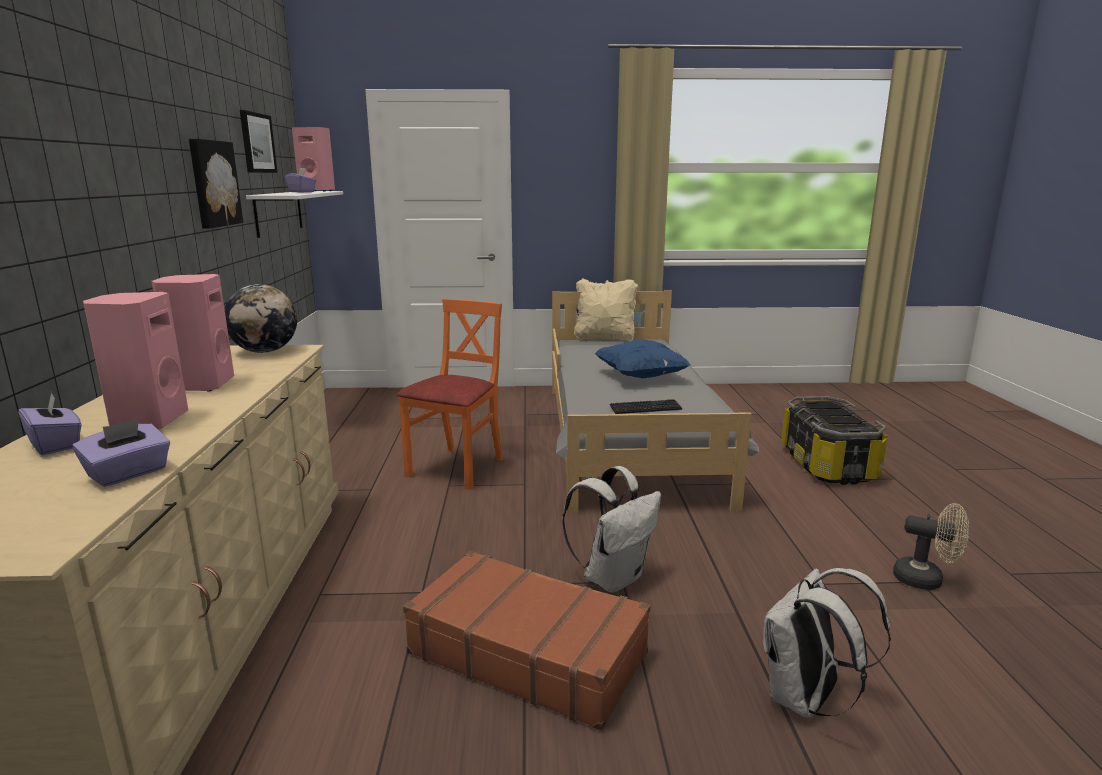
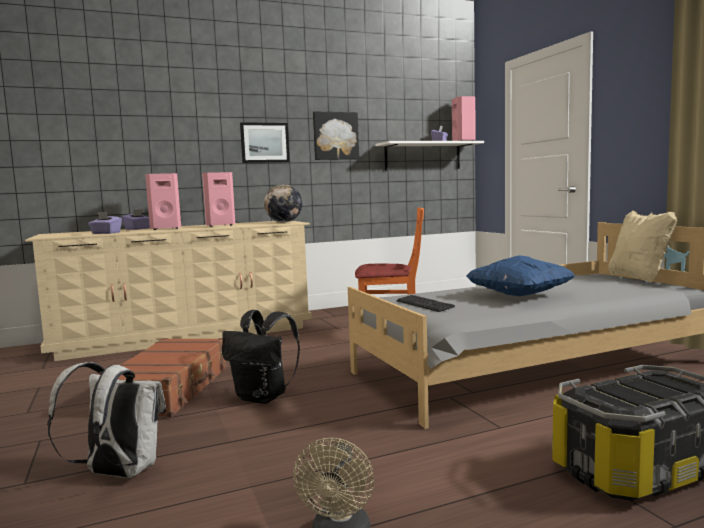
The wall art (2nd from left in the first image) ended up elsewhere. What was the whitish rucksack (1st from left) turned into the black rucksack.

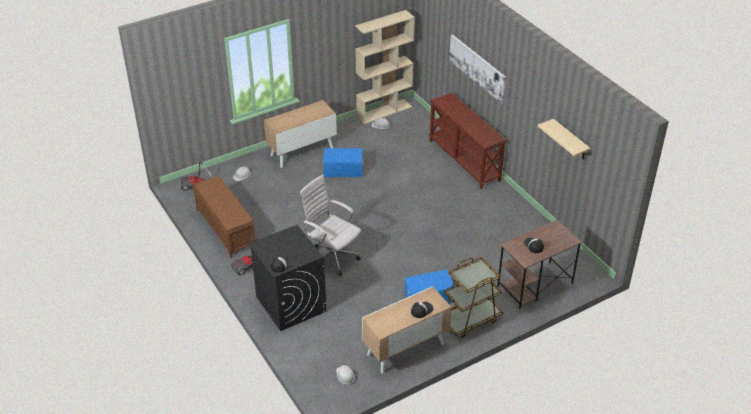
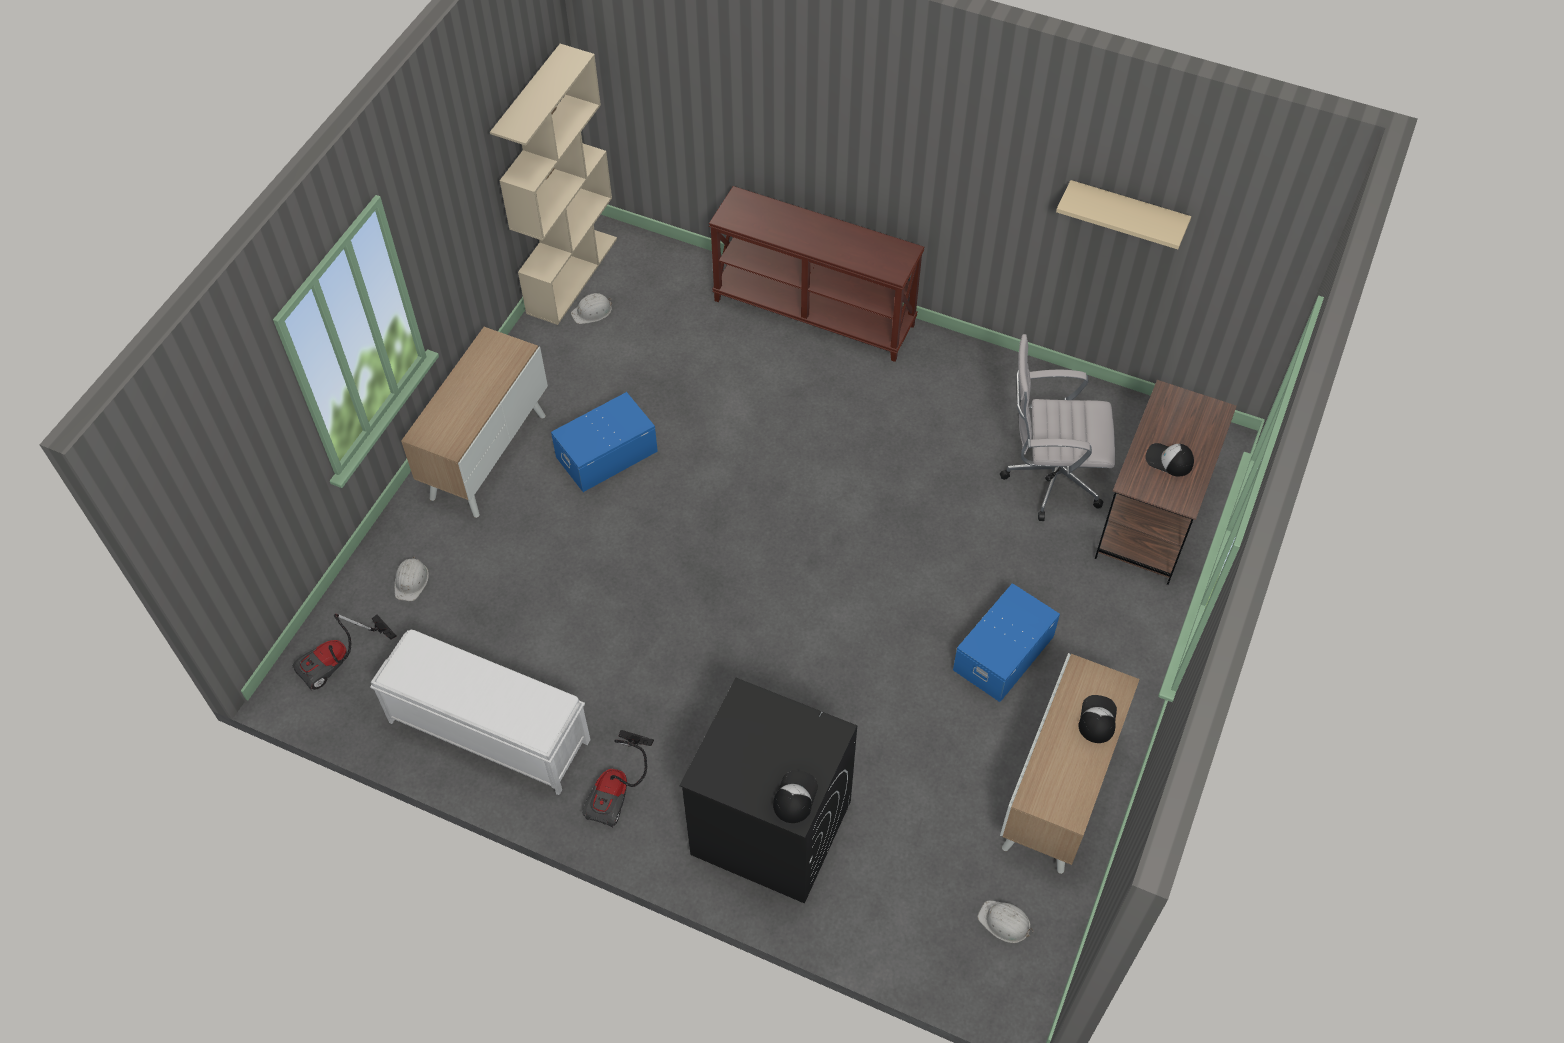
The second view lost the wall art. The whitish desk chair ended up elsewhere. What was the brownish indoor bench turned into the whitish indoor bench. The second view lost the brownish wheeled cart.

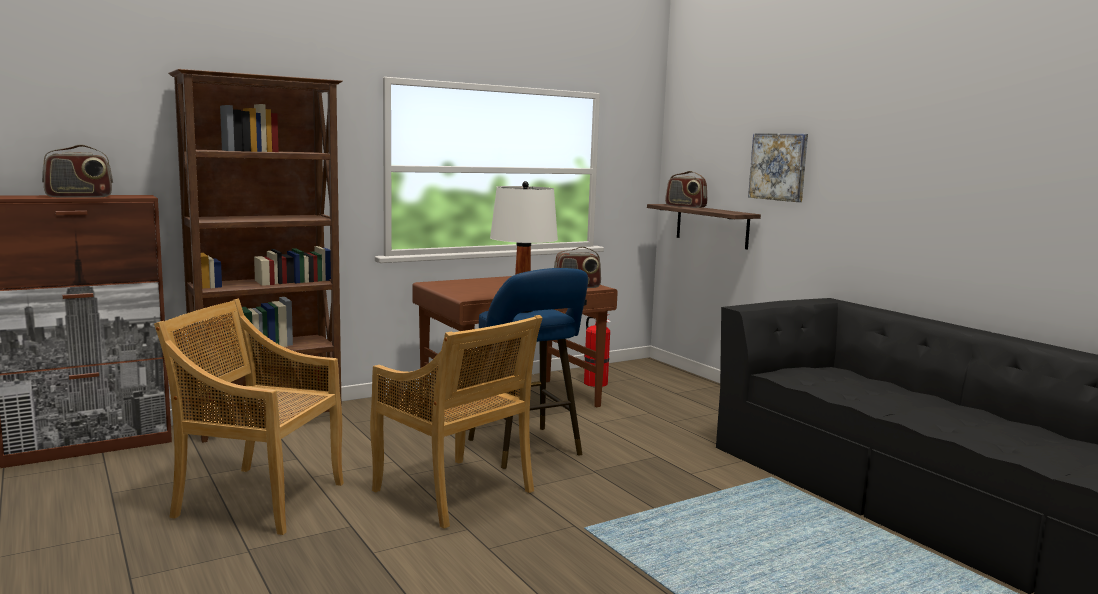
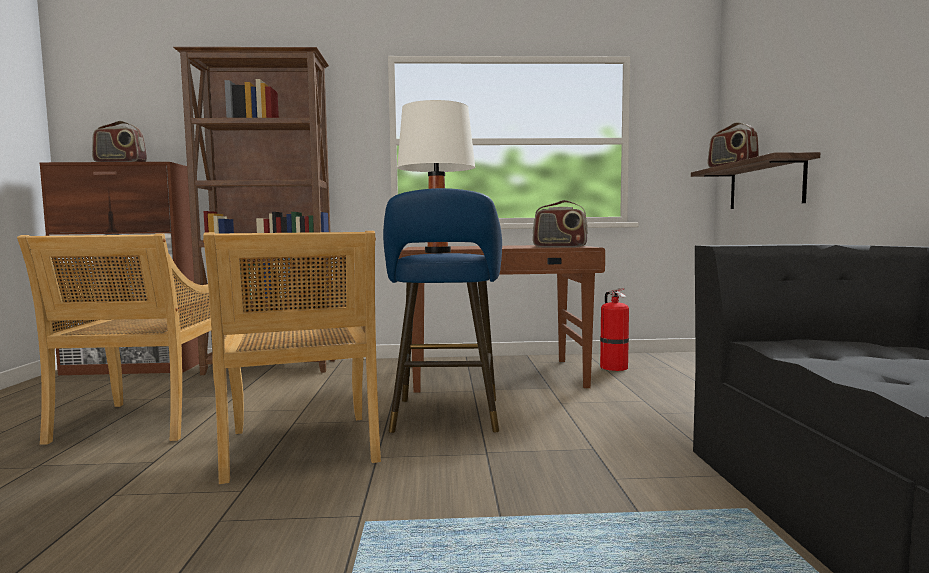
The second view lost the wall art. The beige chair (1st from left) ended up facing another way, 135 degrees counterclockwise from before.

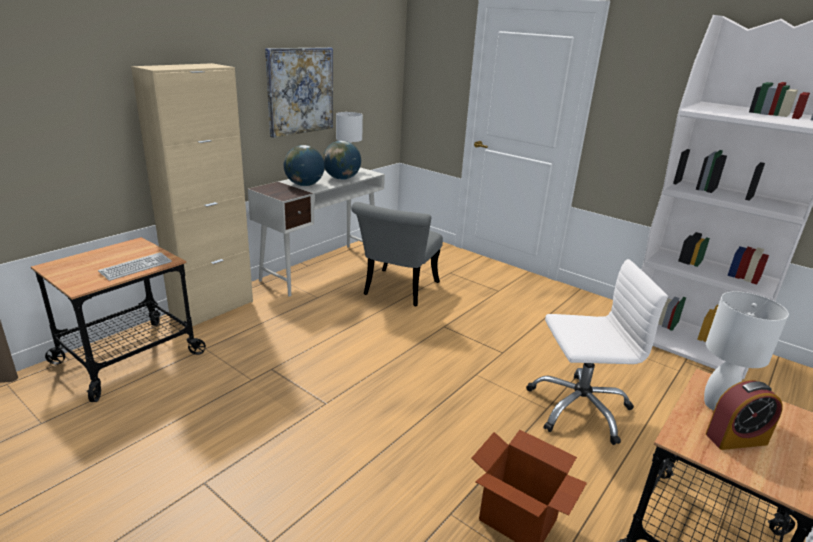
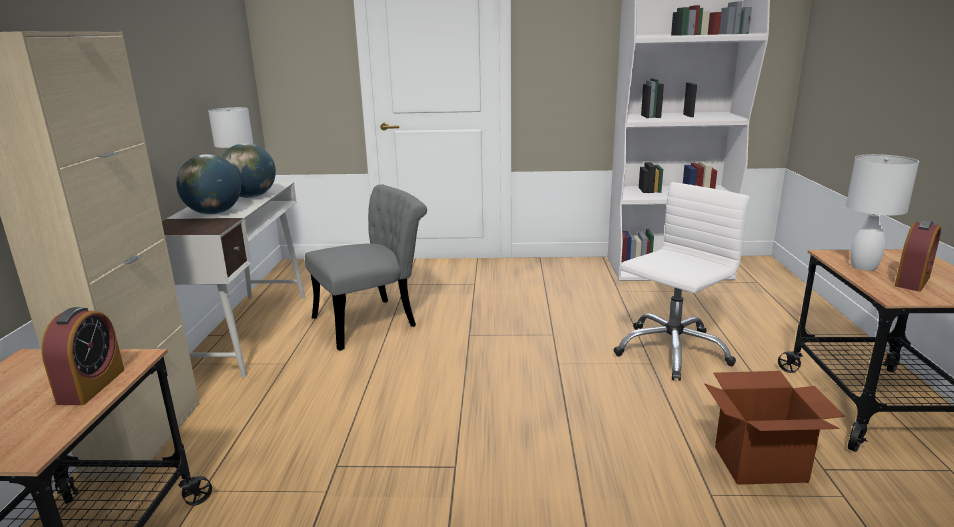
The second view lost the wall art. The greyish chair ended up facing another way, 105 degrees counterclockwise from before. Where the PC keyboard stood, the table clock (1st from left) came to stand.

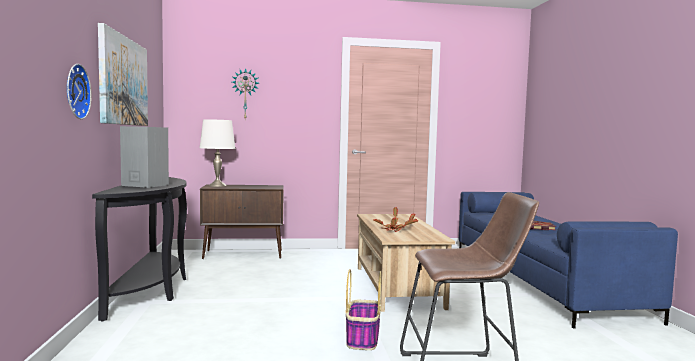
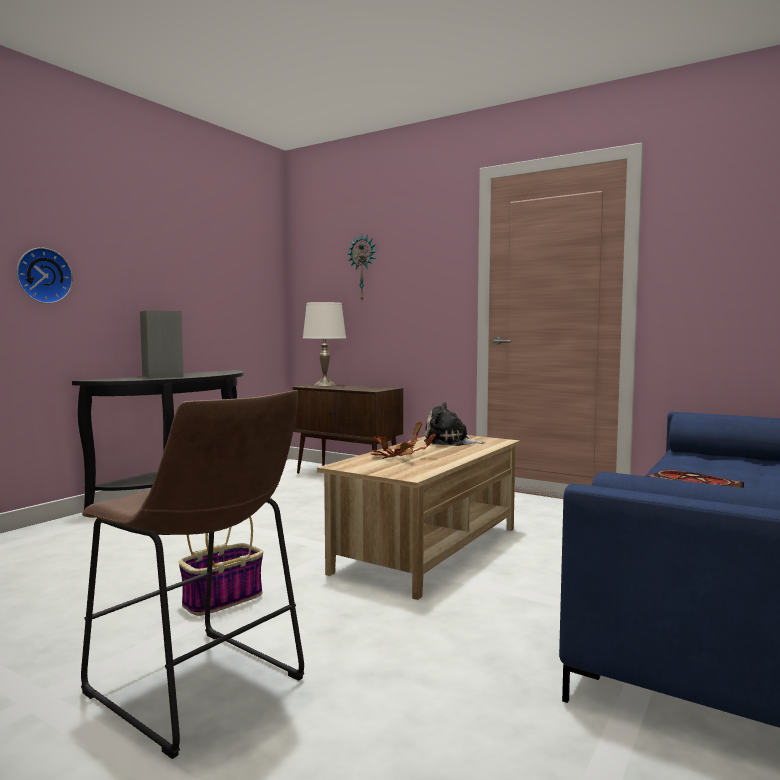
The second view lost the wall art. The second view gained the plush toy.

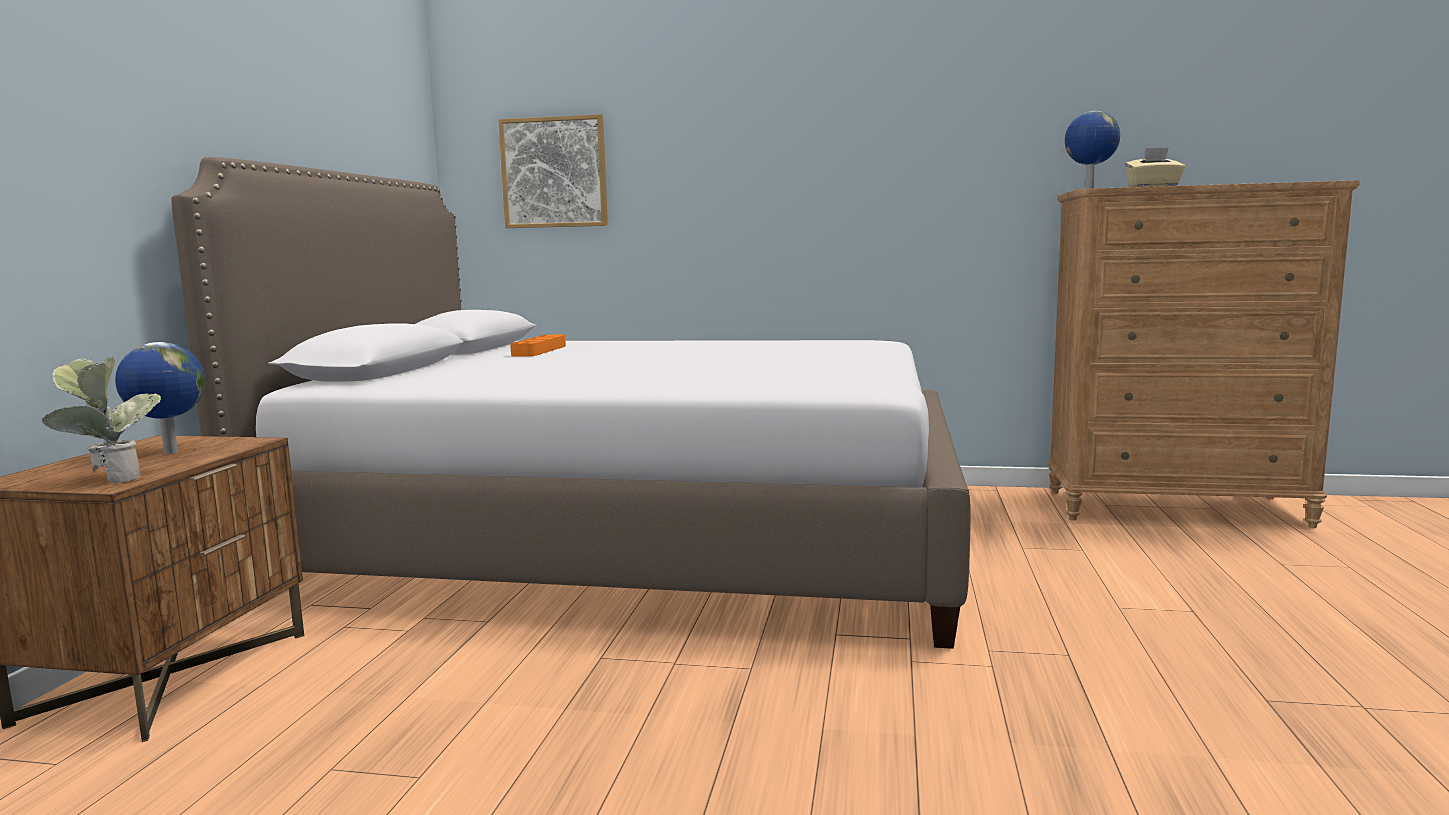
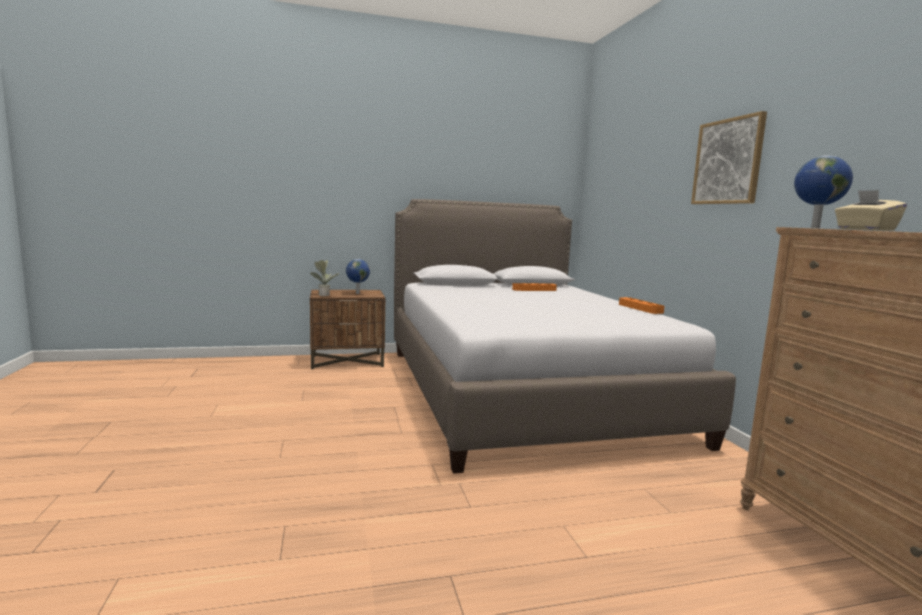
The wall art ended up elsewhere. The second view gained the orangey carrying tray (2nd from left).

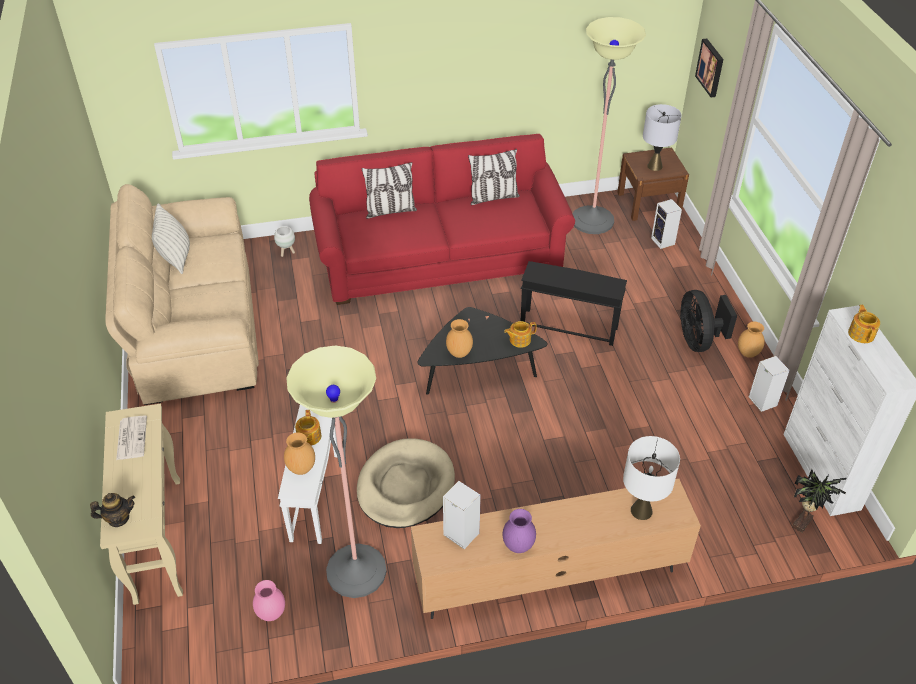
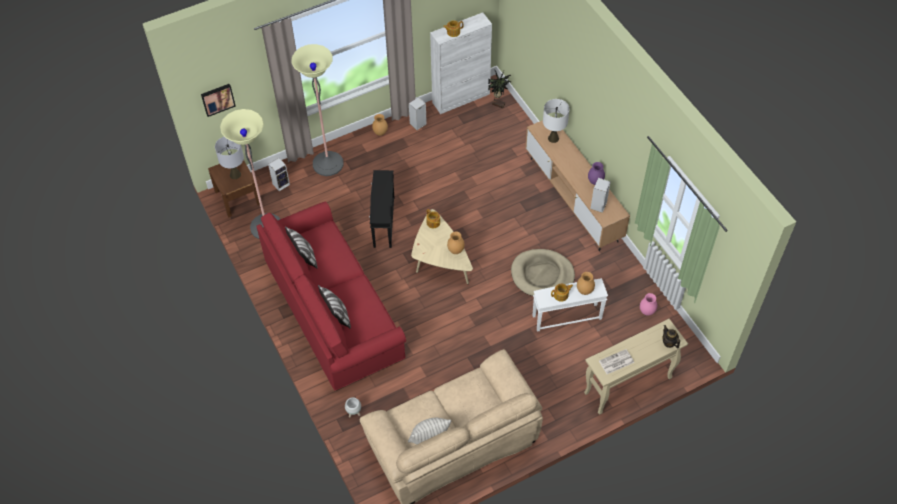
The second view lost the black fan. What was the black coffee table turned into the beige coffee table. The floor lamp (1st from left in the first image) ended up elsewhere.

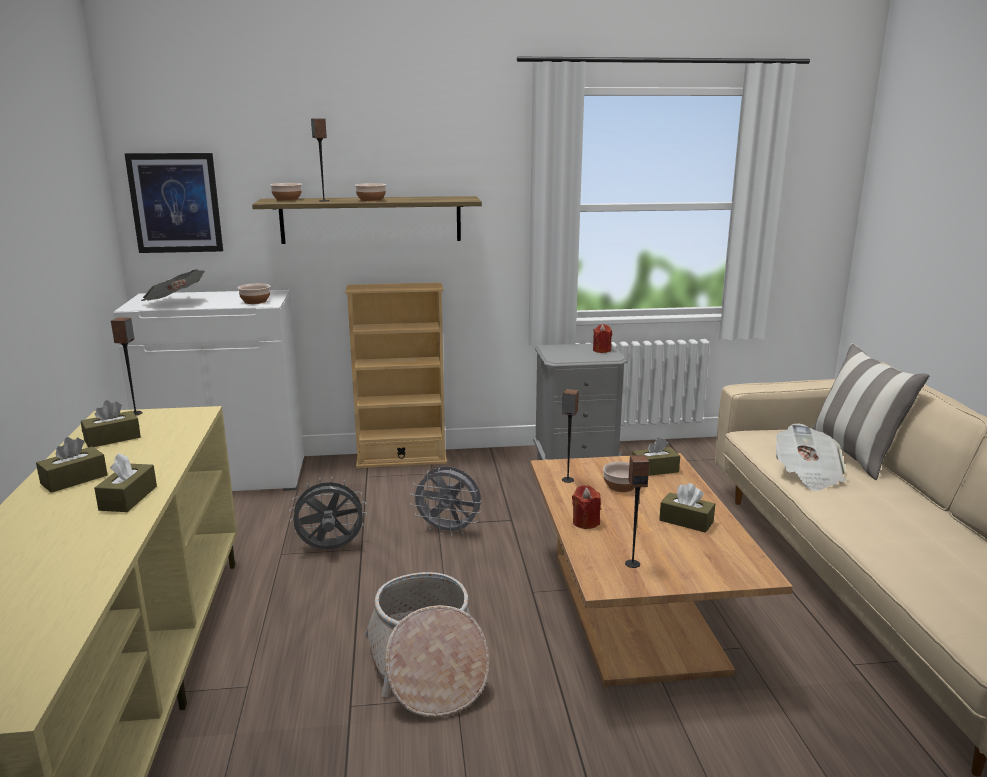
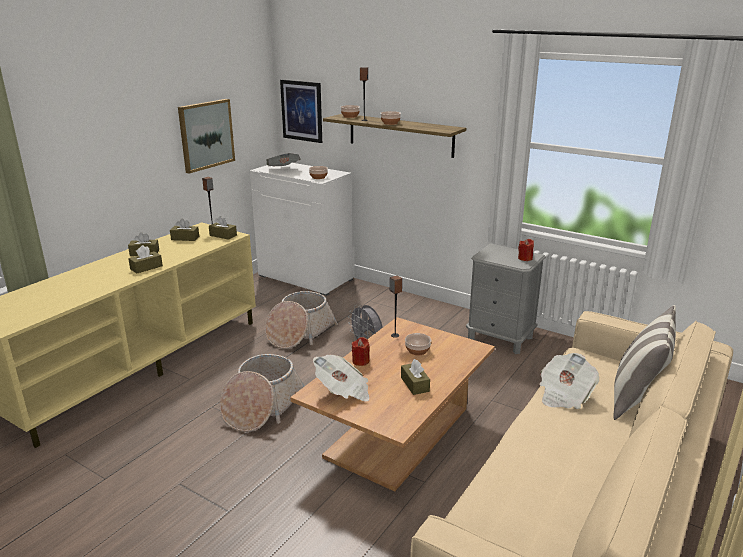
The second view lost the beige bookcase. The brownish tissue box (4th from left) ended up elsewhere. Where the speaker (4th from left) stood, the printed paper (2nd from left) came to stand. Where the greyish fan (1st from left) stood, the storage basket (2nd from left) came to stand. The second view gained the wall art (1st from left).

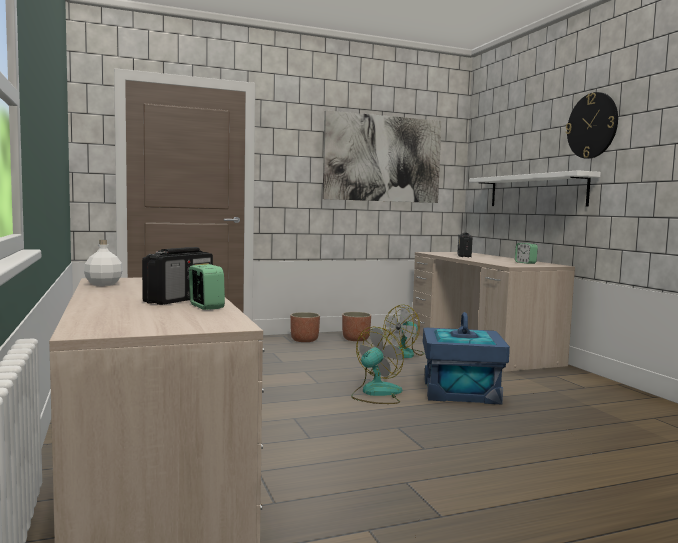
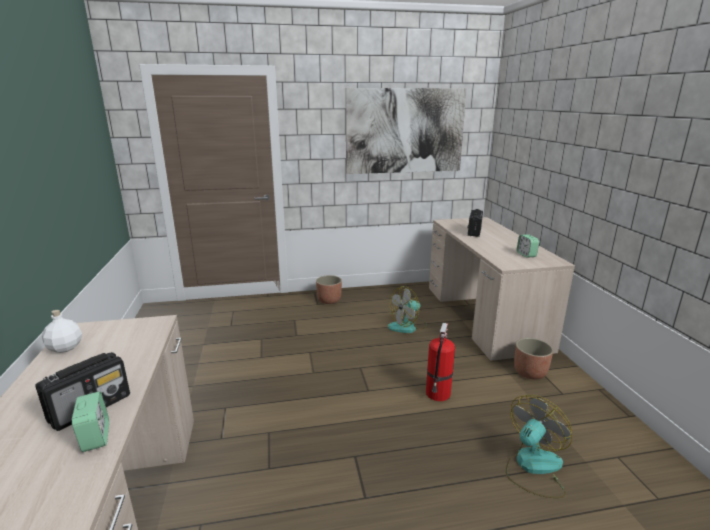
The second view lost the clock on the wall. The second view lost the whitish wall shelf. The plant pot (2nd from left) ended up elsewhere. Where the bluish storage box stood, the extinguisher came to stand. The fan (1st from left in the first image) ended up elsewhere.

